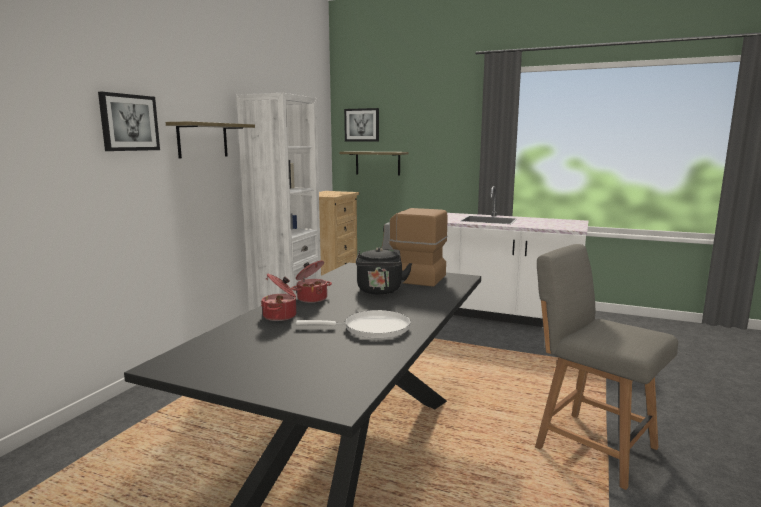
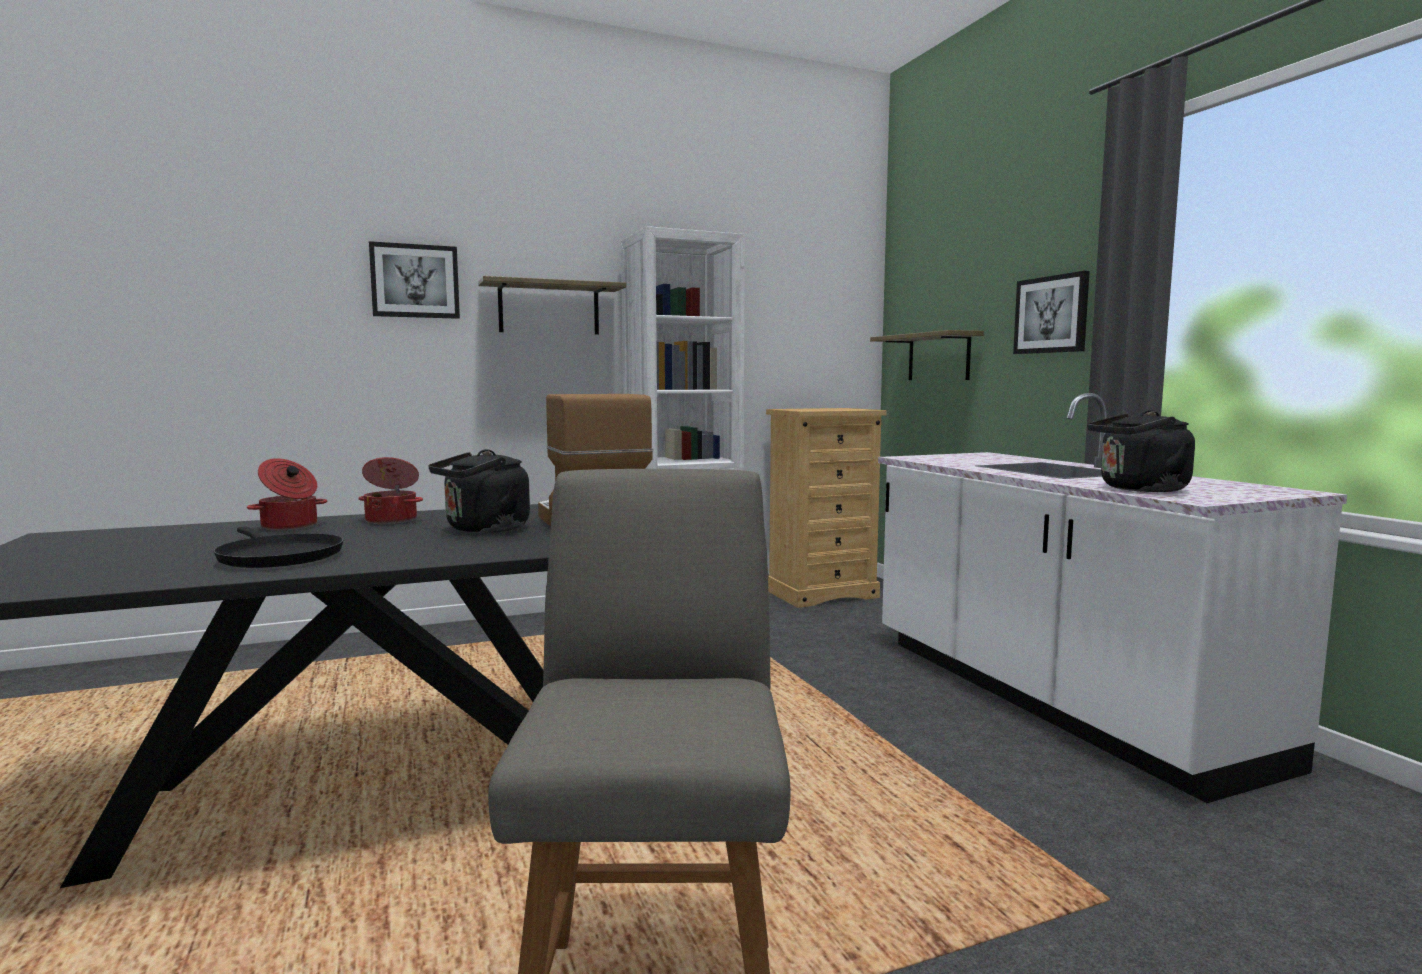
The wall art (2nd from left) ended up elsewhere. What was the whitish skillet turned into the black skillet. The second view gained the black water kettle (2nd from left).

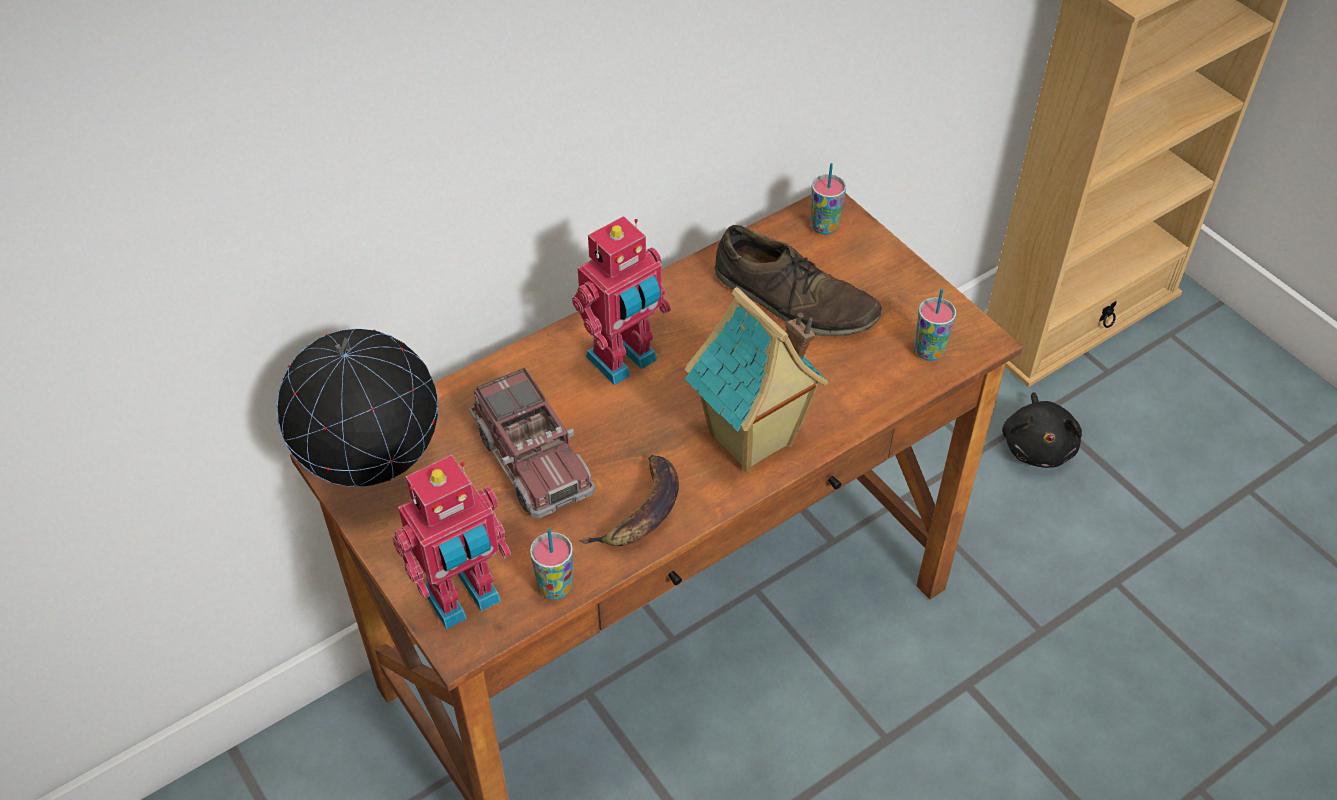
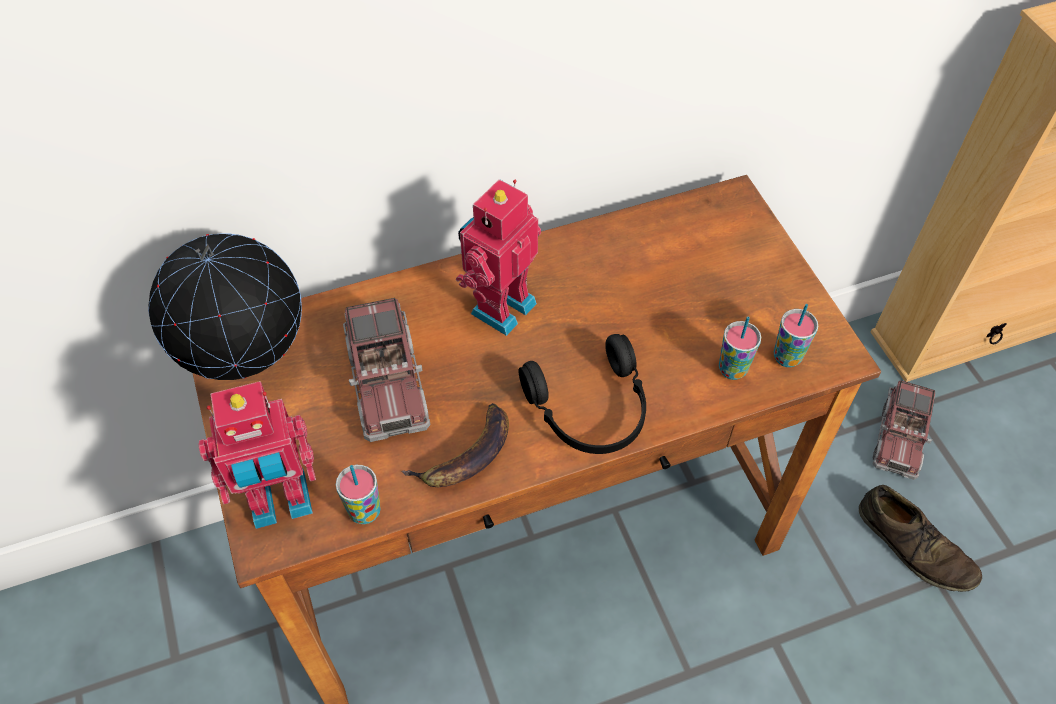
The cup (2nd from left) ended up elsewhere. The robot figure (2nd from left) ended up facing another way, 150 degrees clockwise from before. The brownish low shoe ended up elsewhere. Where the model house stood, the black headset came to stand. Where the black plush toy stood, the toy lorry (2nd from left) came to stand.

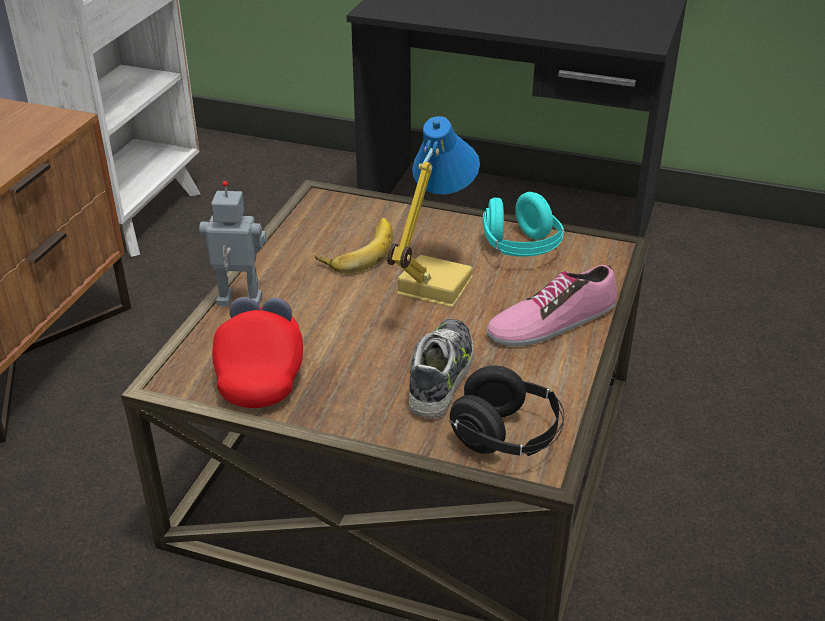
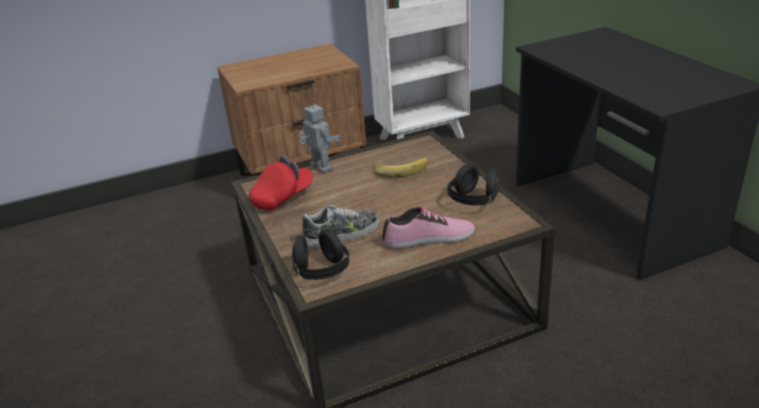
The second view lost the table lamp. What was the turquoise-coloured headset turned into the black headset (2nd from left). The low shoe (2nd from left) ended up facing another way, 150 degrees clockwise from before.

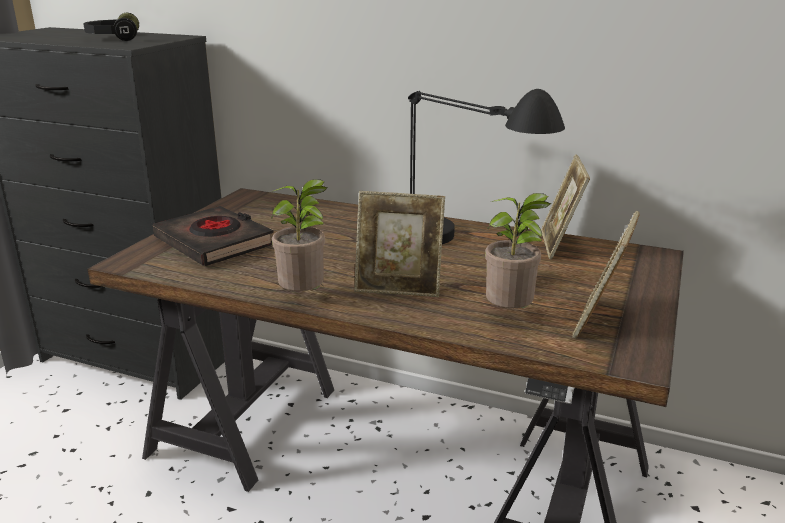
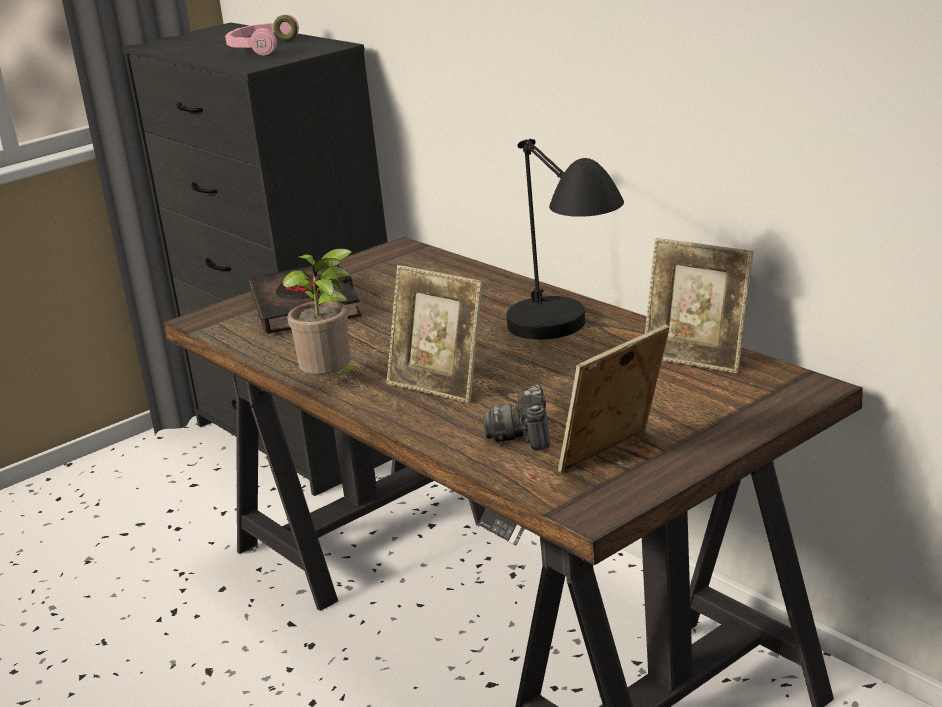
What was the black headset turned into the pink headset. The photo frame (2nd from left in the first image) ended up facing another way, 90 degrees counterclockwise from before. Where the potted plant (2nd from left) stood, the photo camera came to stand.

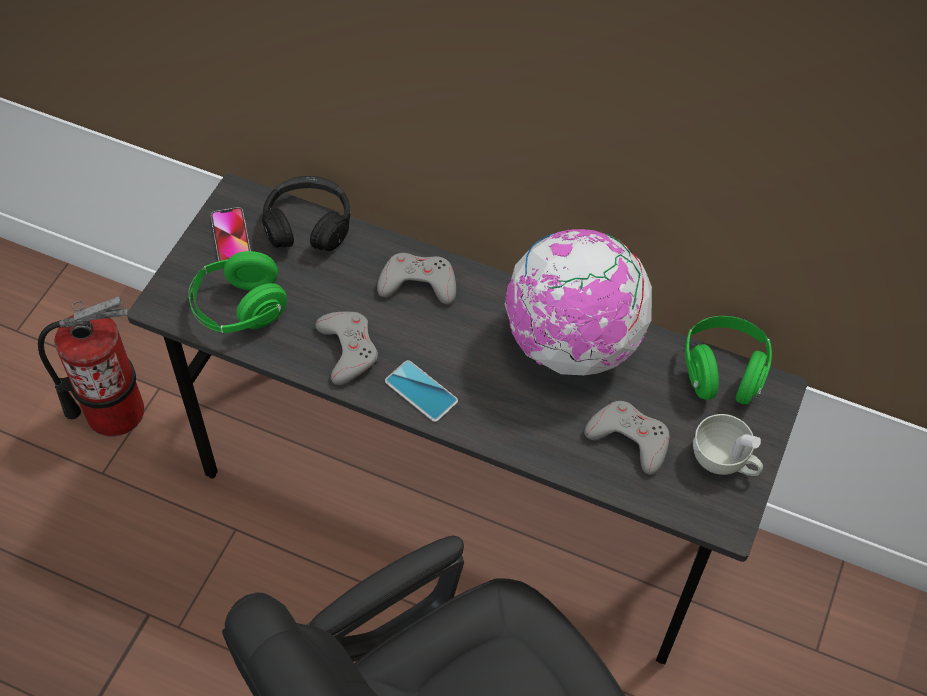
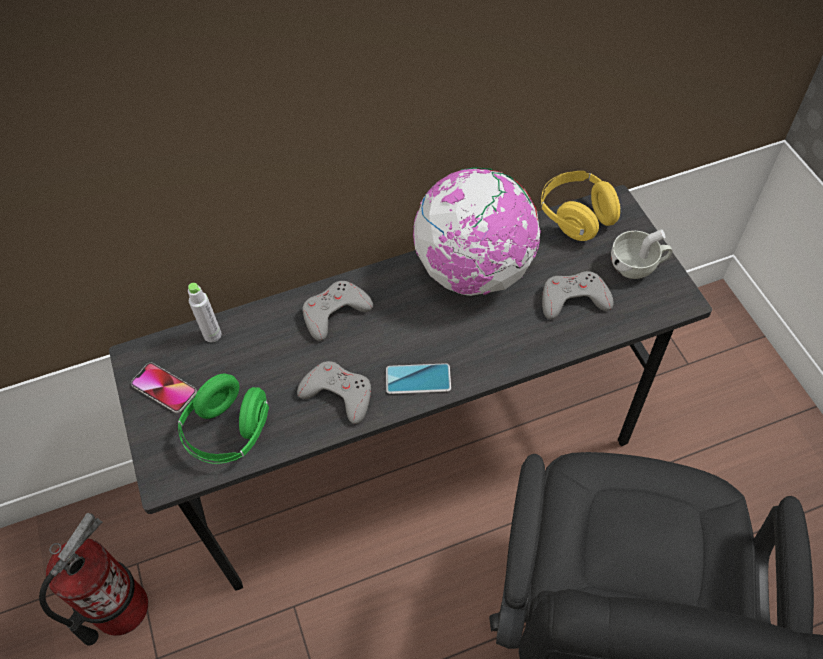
Where the black headset stood, the greyish beverage bottle came to stand. What was the green headset (2nd from left) turned into the yellowish headset.

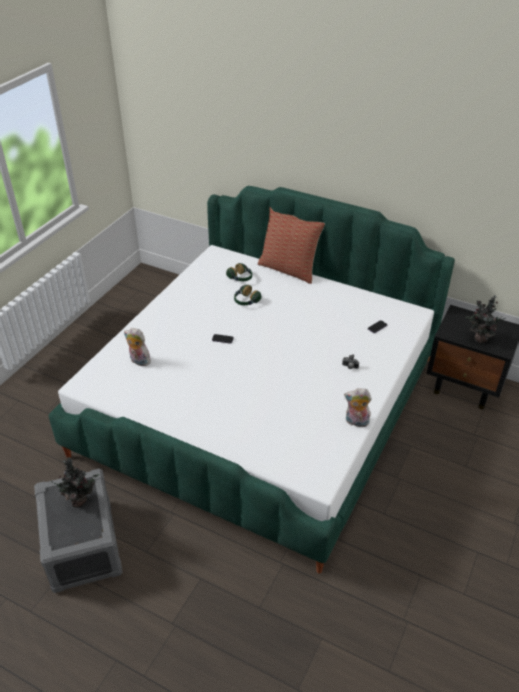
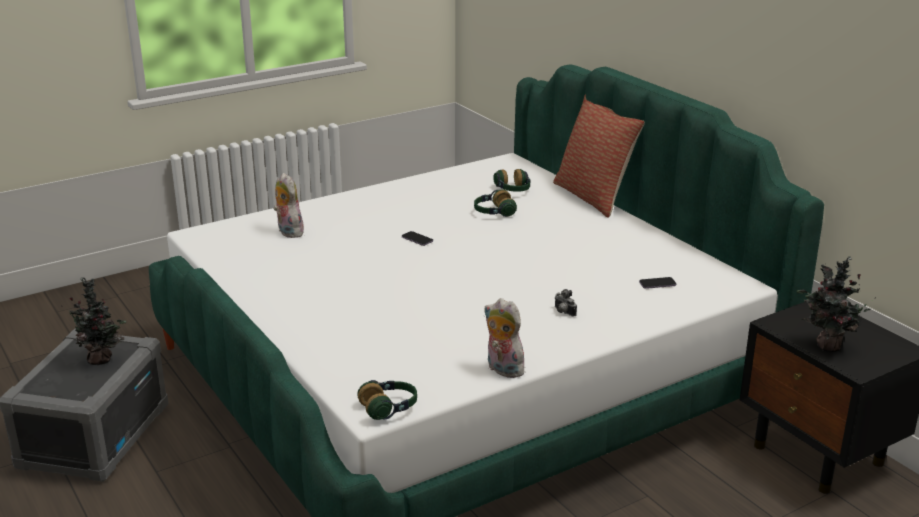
The second view gained the headset (1st from left).

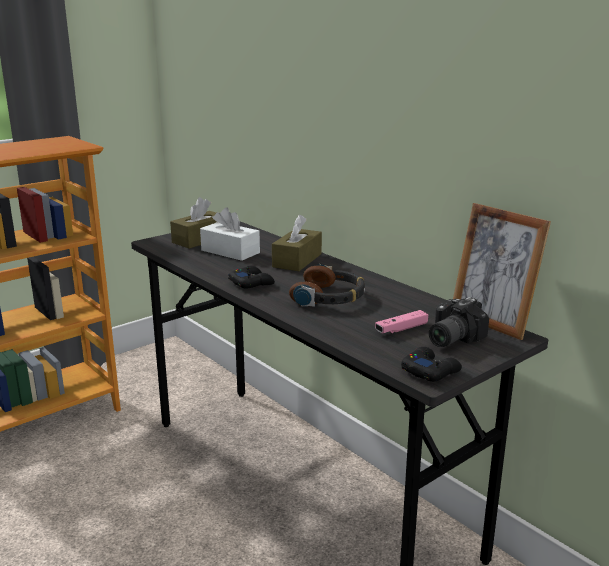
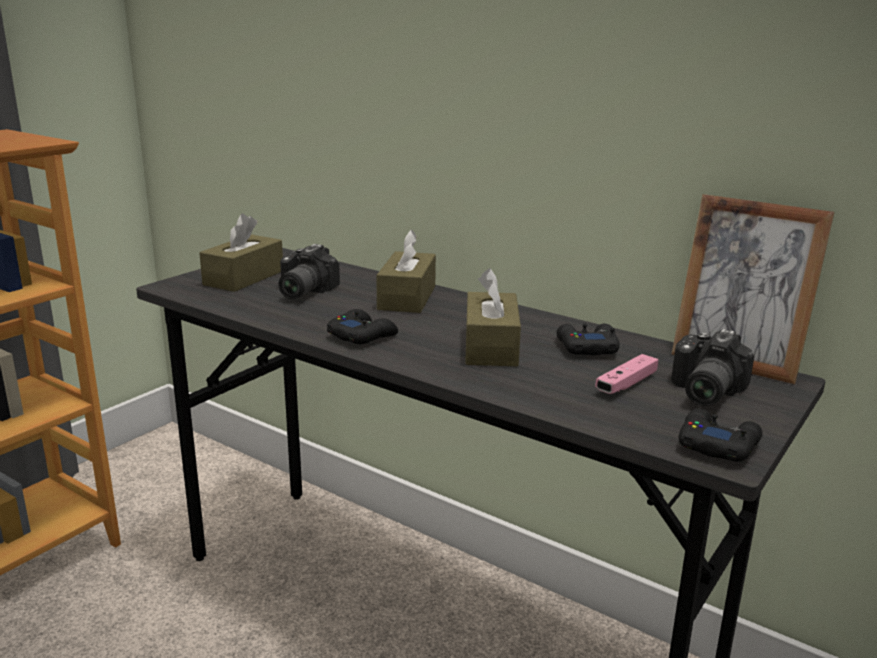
Where the whitish tissue box stood, the photo camera (1st from left) came to stand. Where the headset stood, the brownish tissue box (3rd from left) came to stand. The second view gained the black game controller (2nd from left).

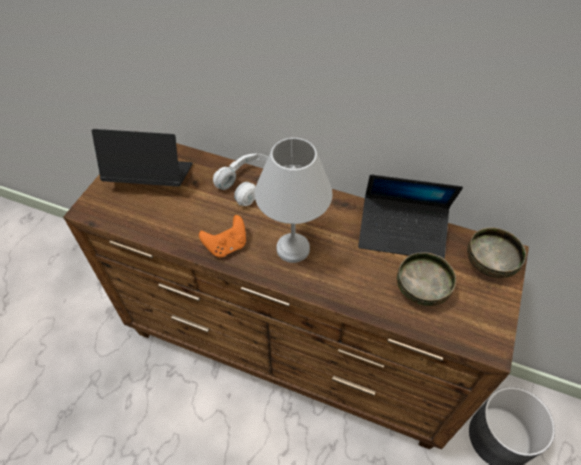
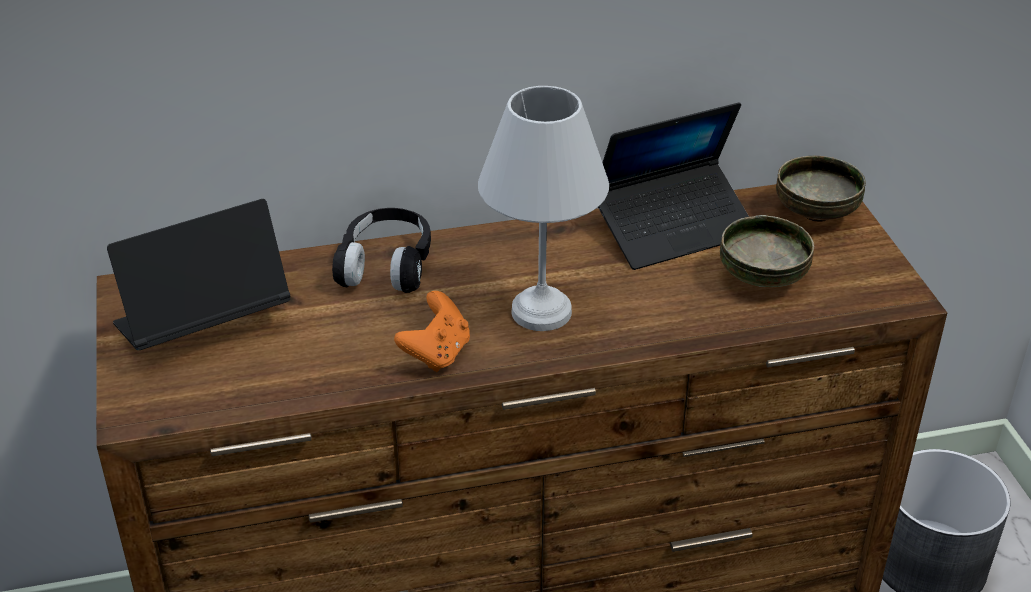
What was the whitish headset turned into the black headset.

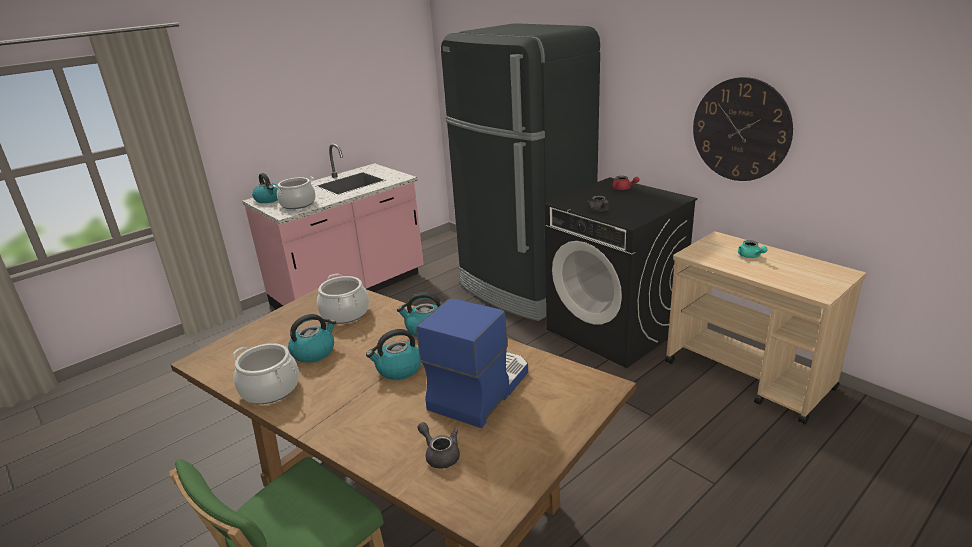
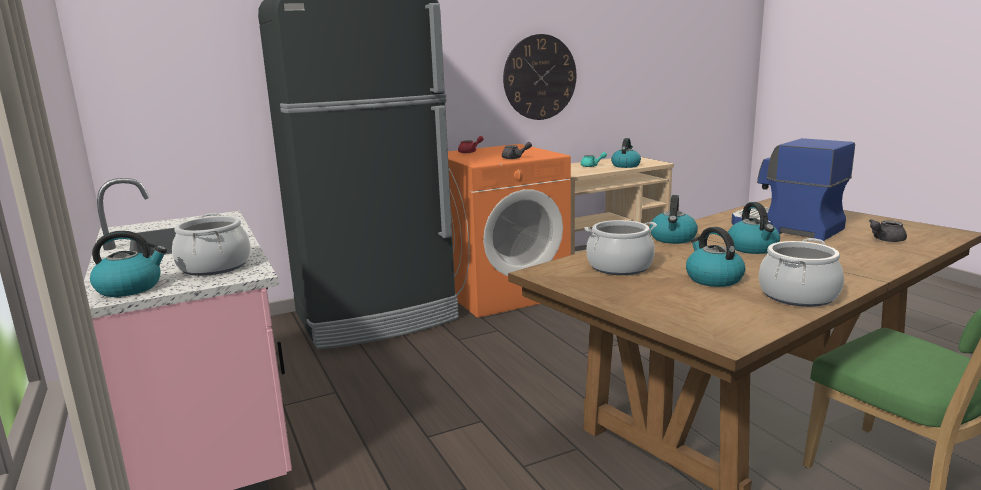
What was the black washing machine turned into the orangey washing machine. The second view gained the water kettle (2nd from left).

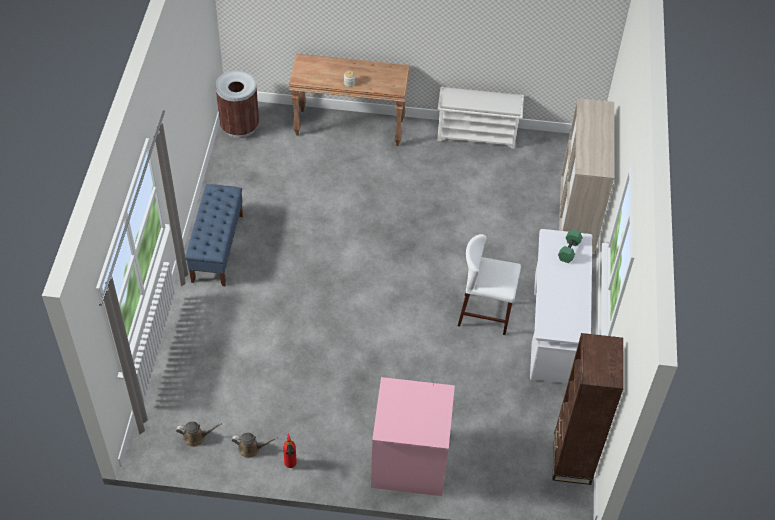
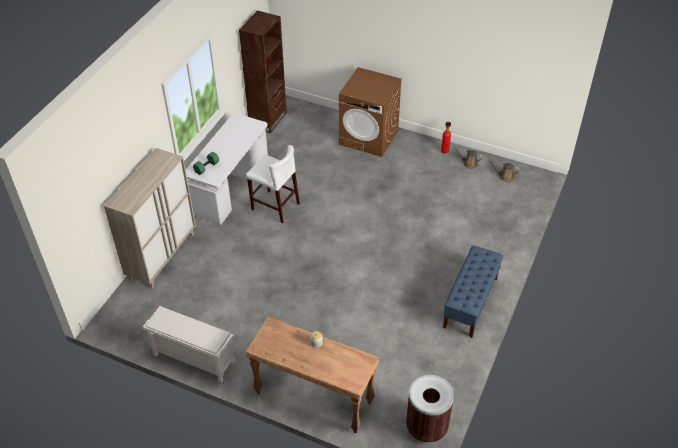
What was the pink washing machine turned into the brownish washing machine.

